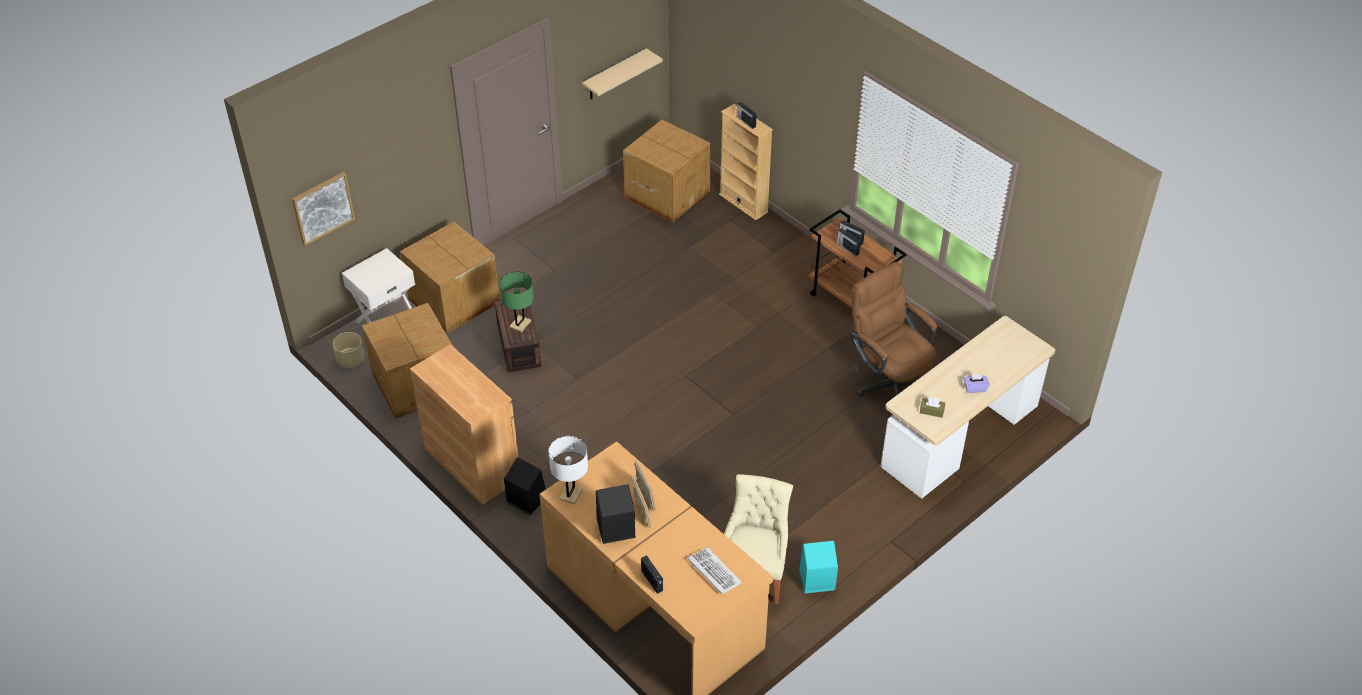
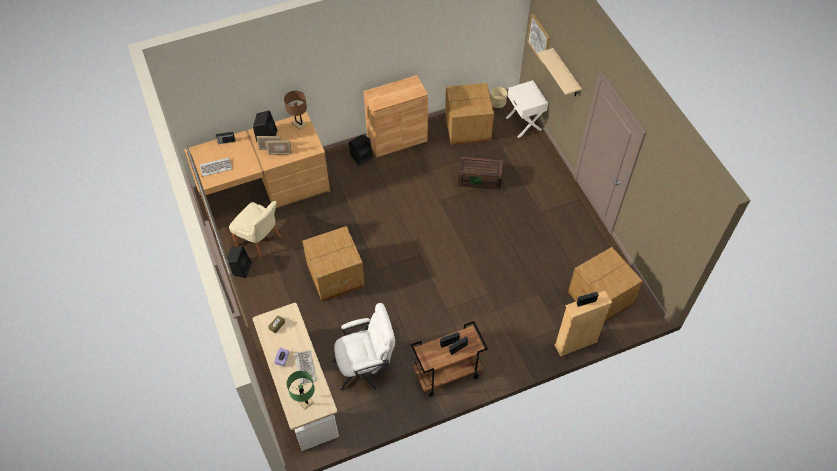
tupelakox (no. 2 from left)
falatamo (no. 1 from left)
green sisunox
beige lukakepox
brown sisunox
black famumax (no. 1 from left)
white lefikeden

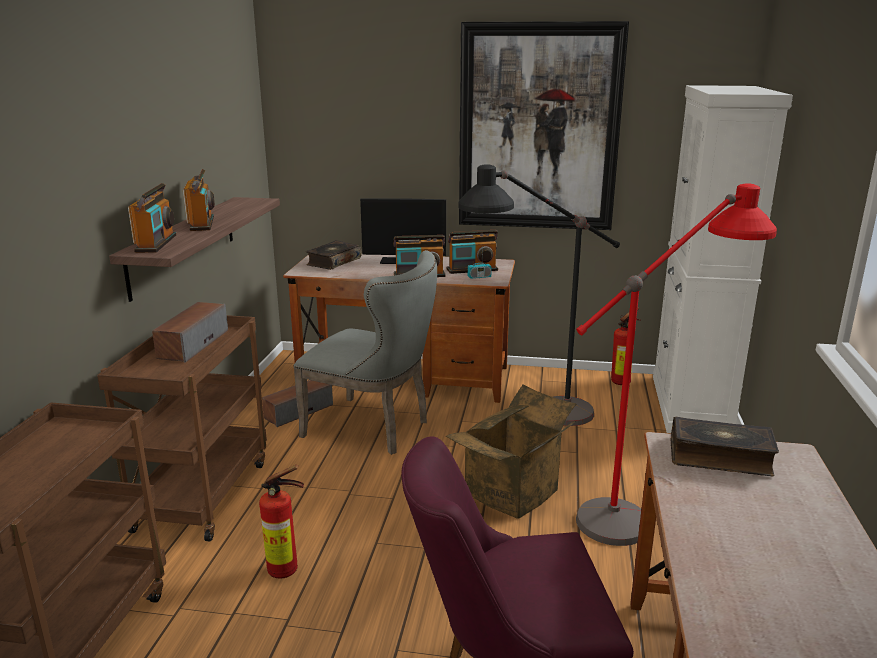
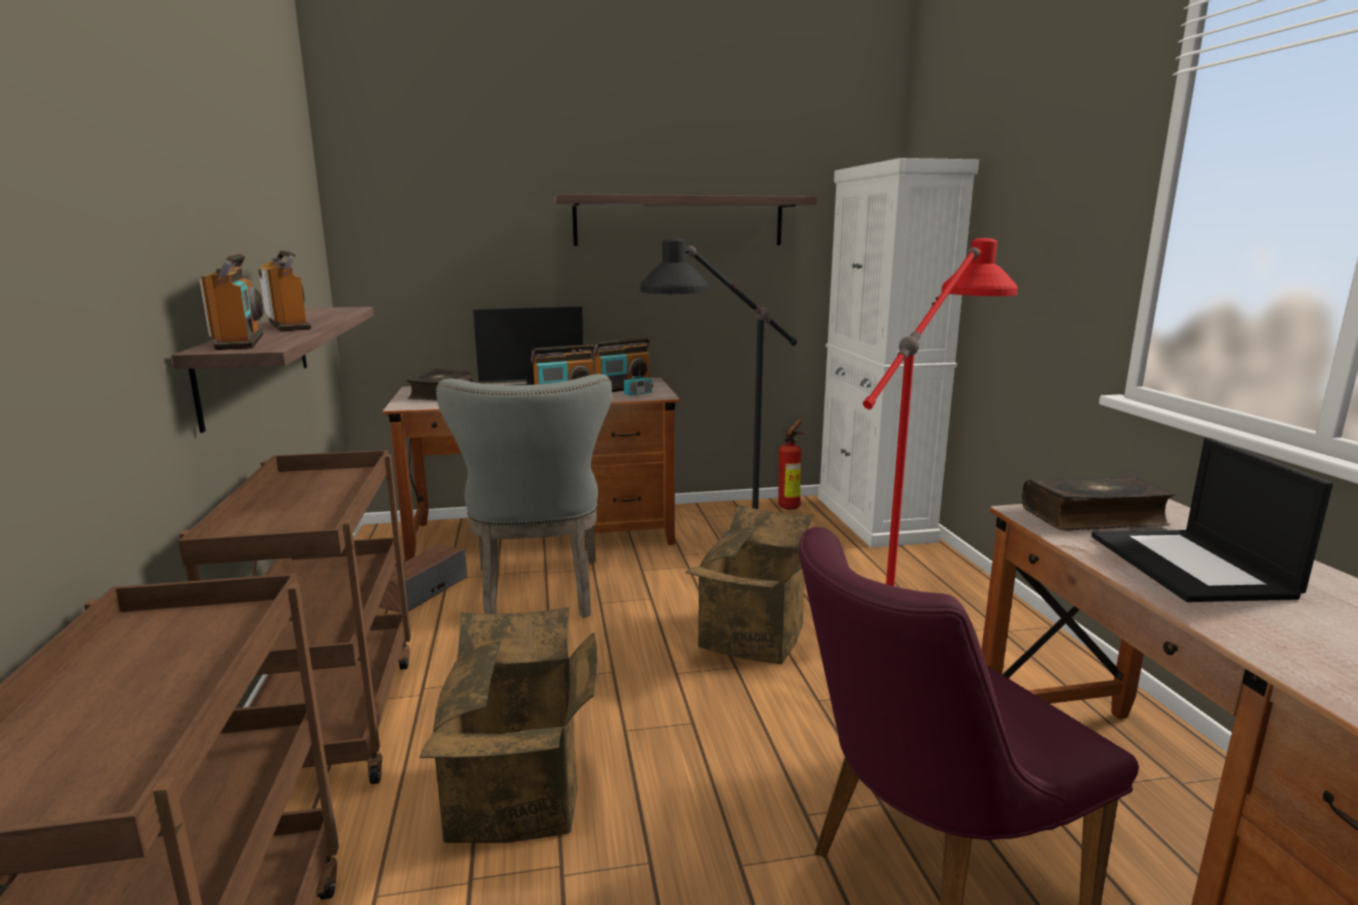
famumax (no. 1 from left in the first image)
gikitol
falatamo (no. 1 from left)
lukakepox (no. 2 from left)
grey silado

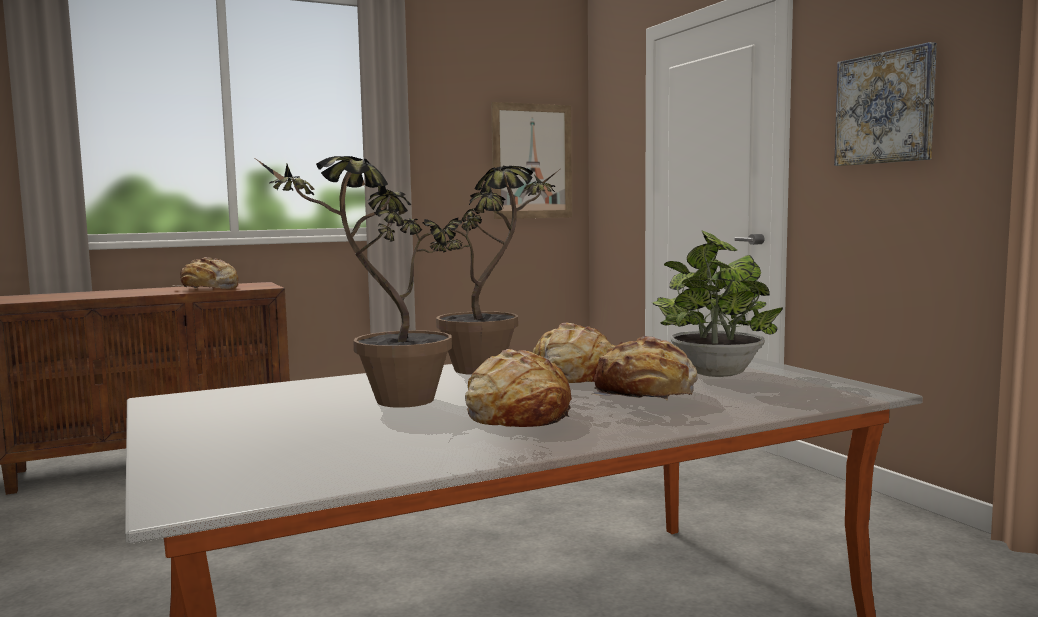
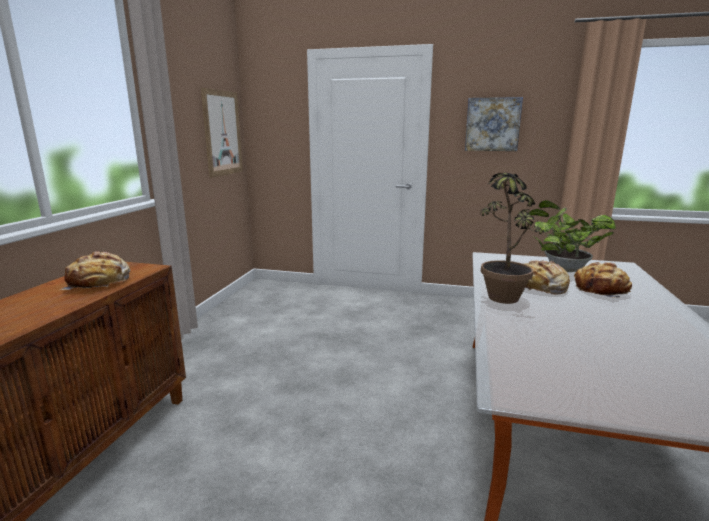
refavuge (no. 1 from left in the first image)
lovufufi (no. 2 from left in the first image)

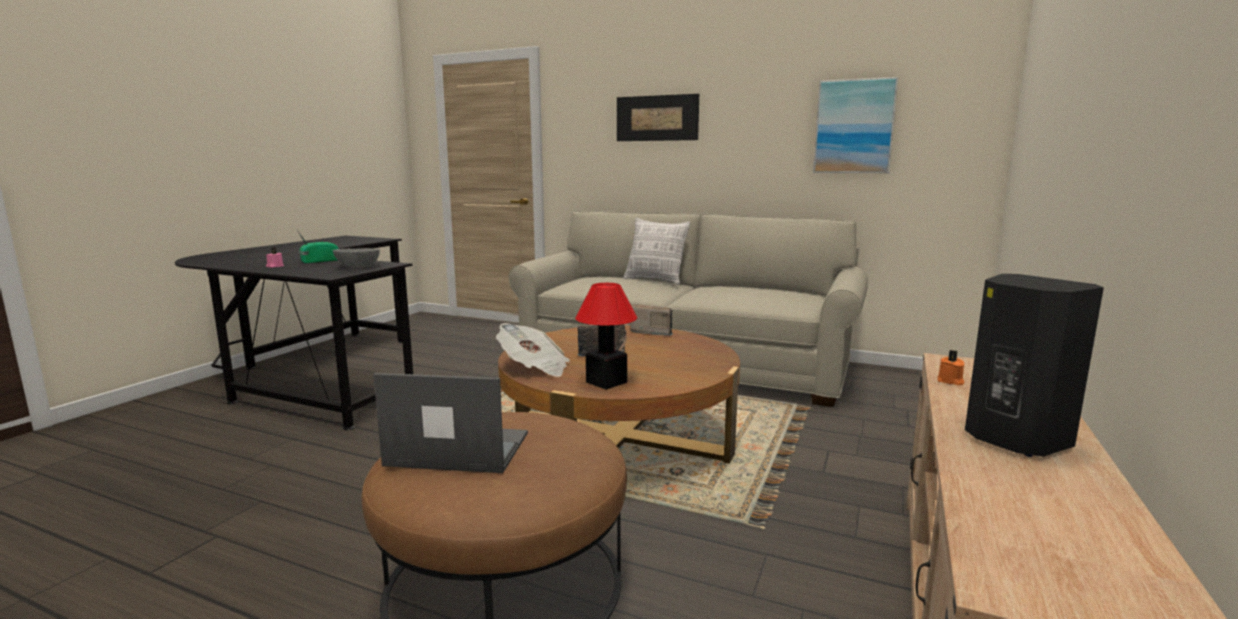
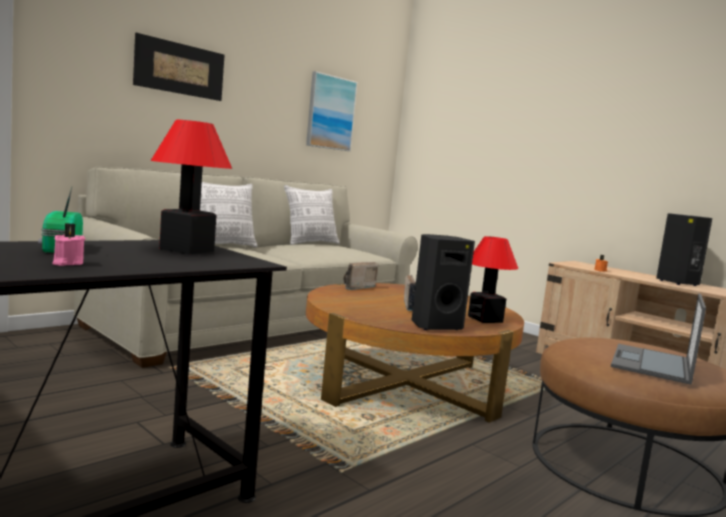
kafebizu (no. 2 from left)
sisunox (no. 1 from left)
black famumax (no. 1 from left)

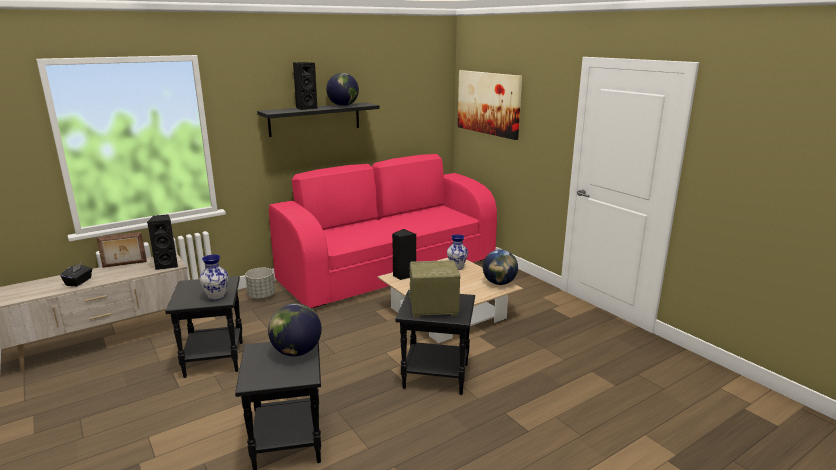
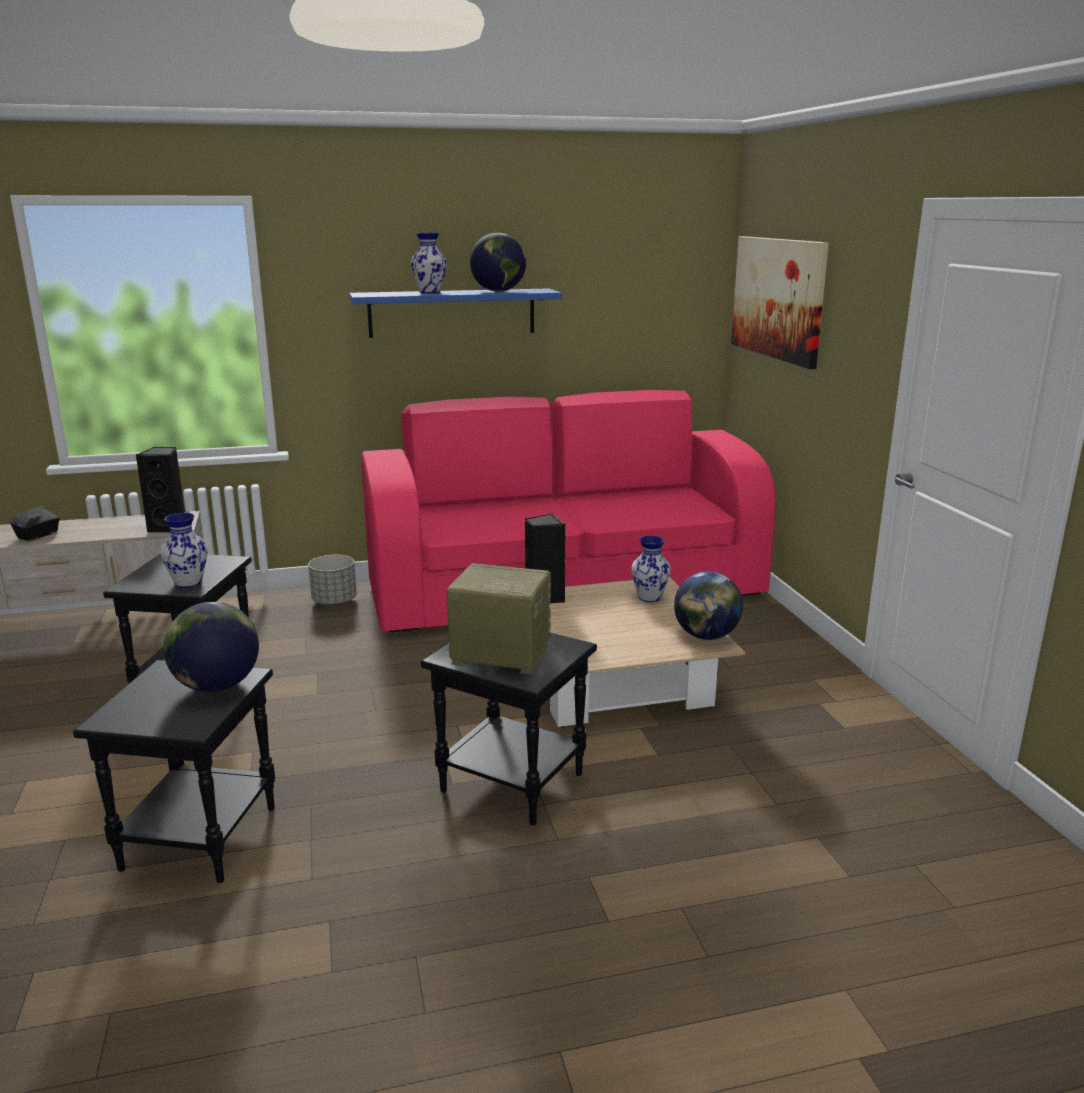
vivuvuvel
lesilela (no. 2 from left)
blue lukakepox

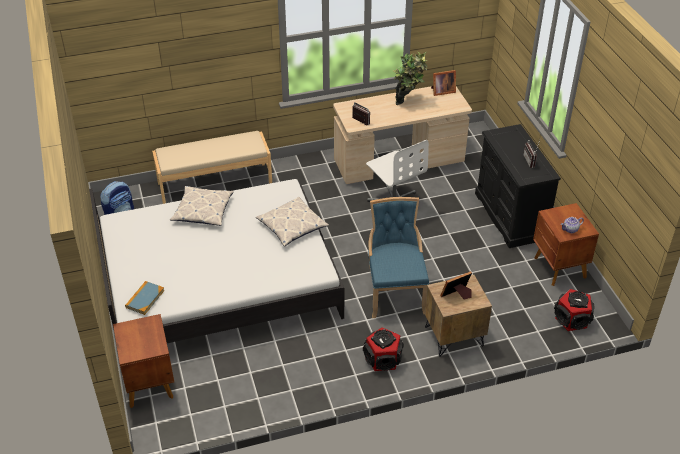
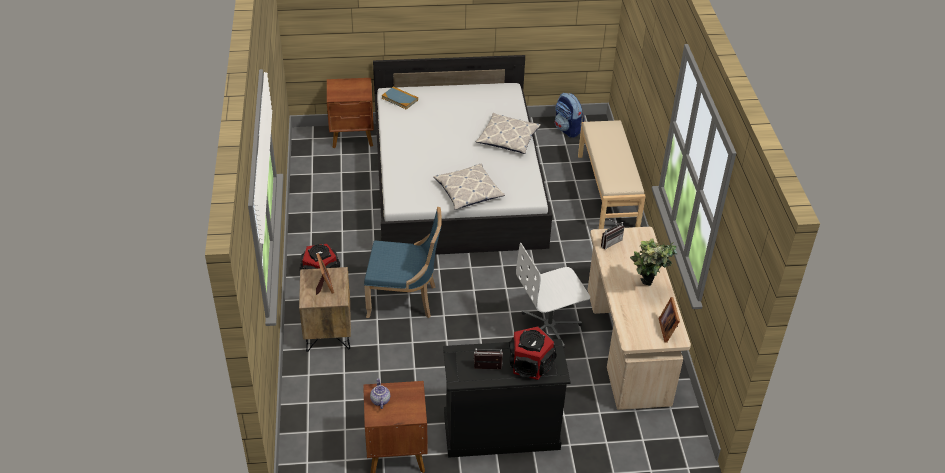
famumax (no. 2 from left)

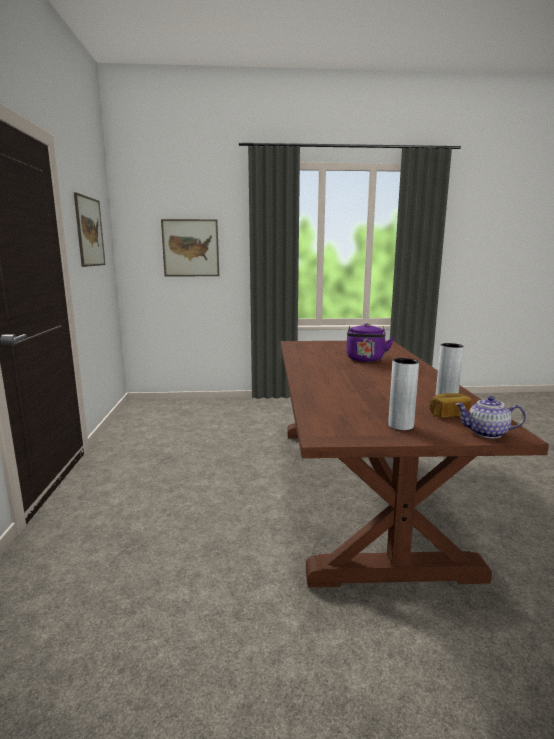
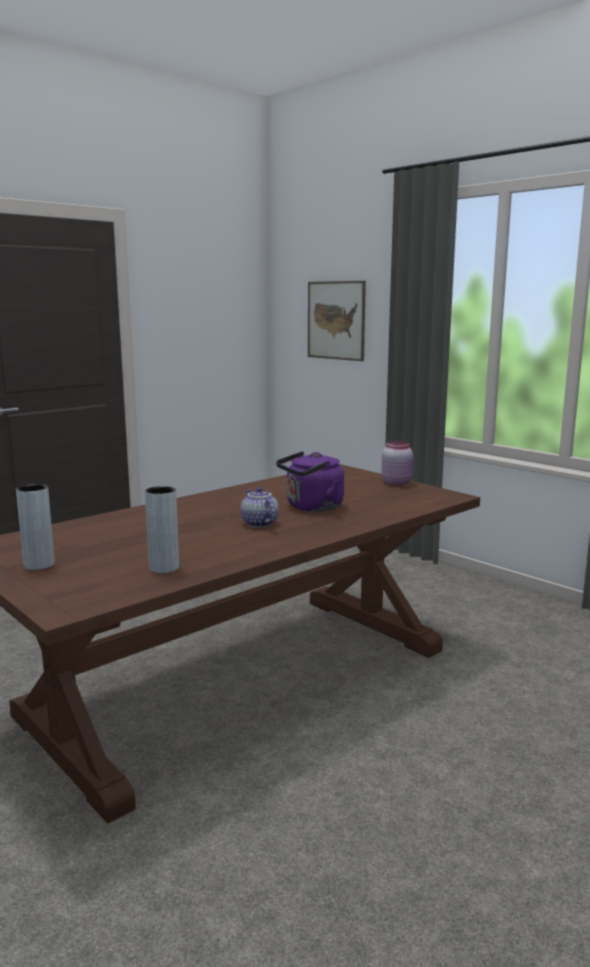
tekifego (no. 1 from left in the first image)
lovufufi
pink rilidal
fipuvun

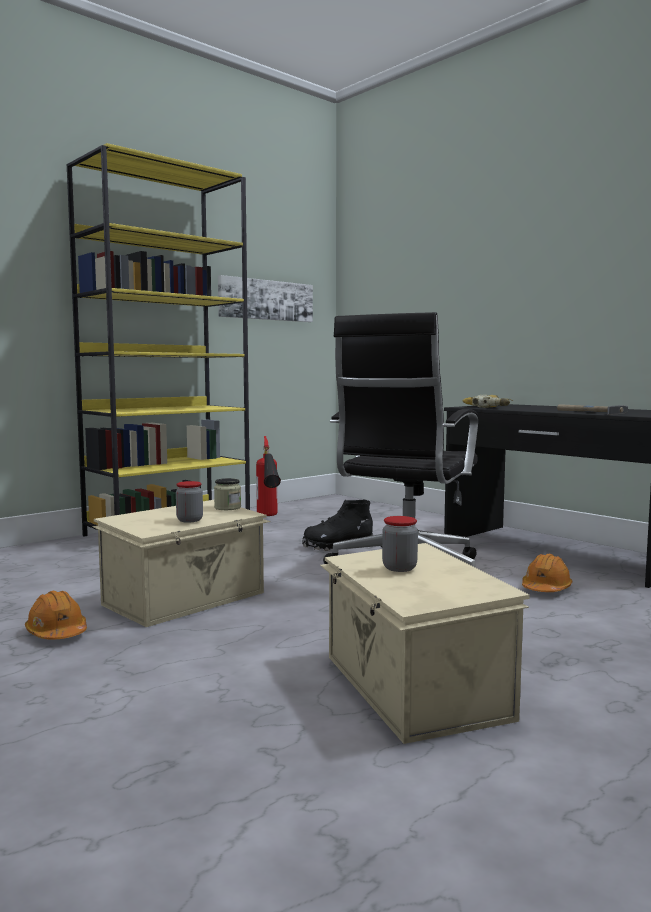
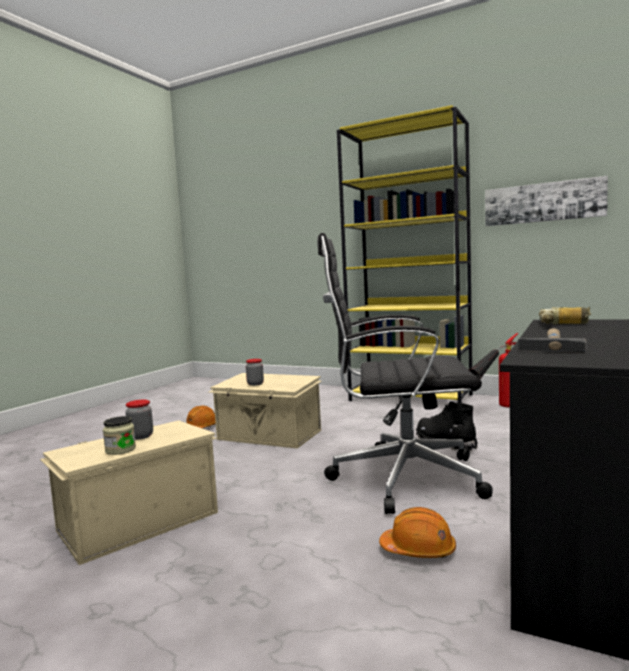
rilidal (no. 1 from left)

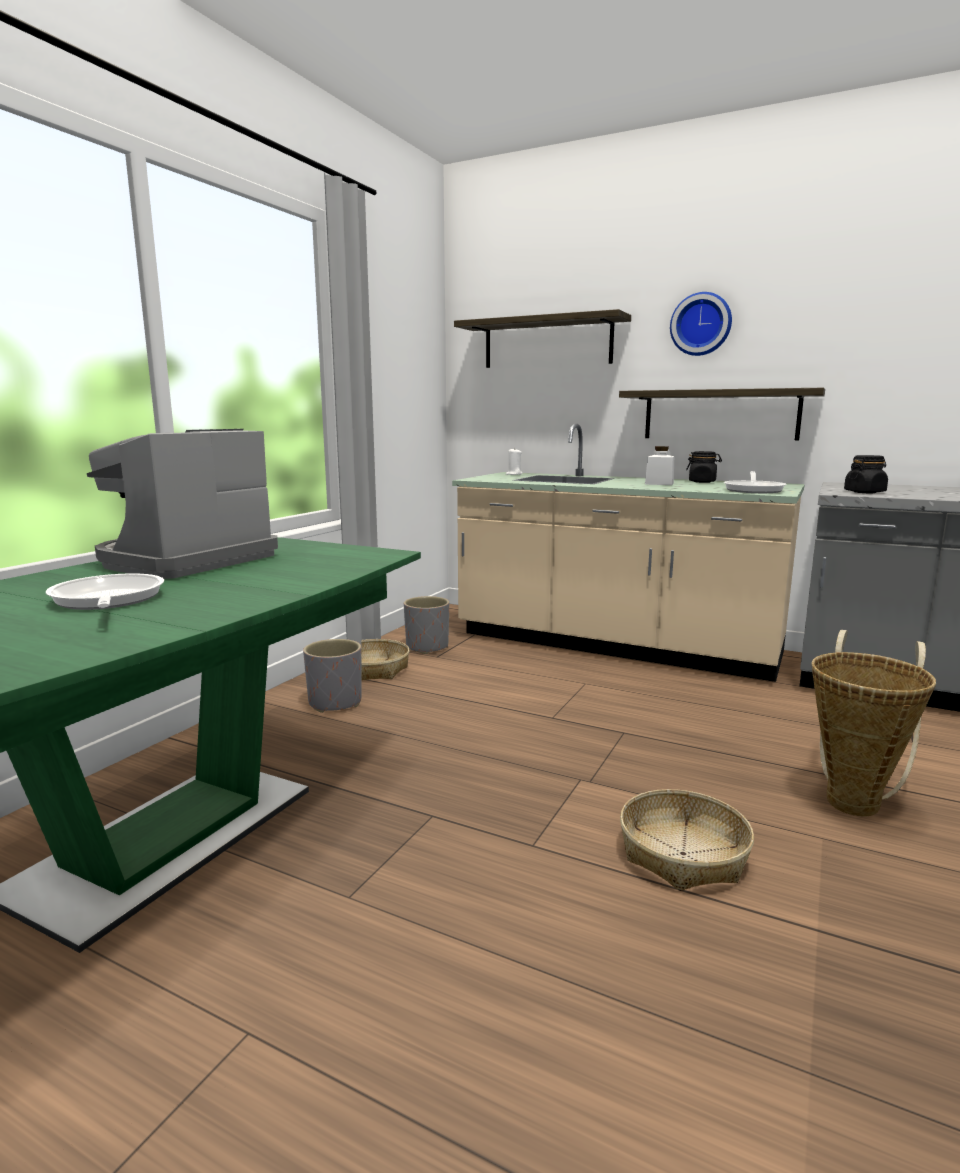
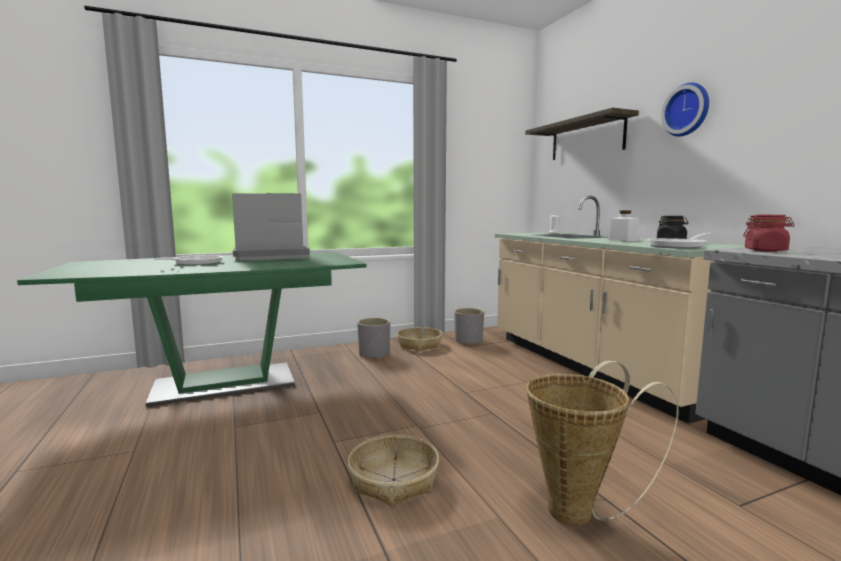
lukakepox (no. 2 from left in the first image)
red rilidal

